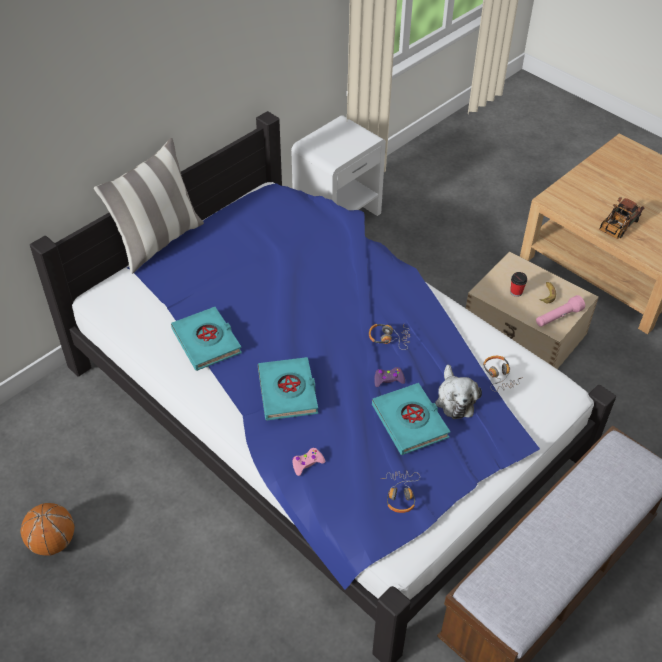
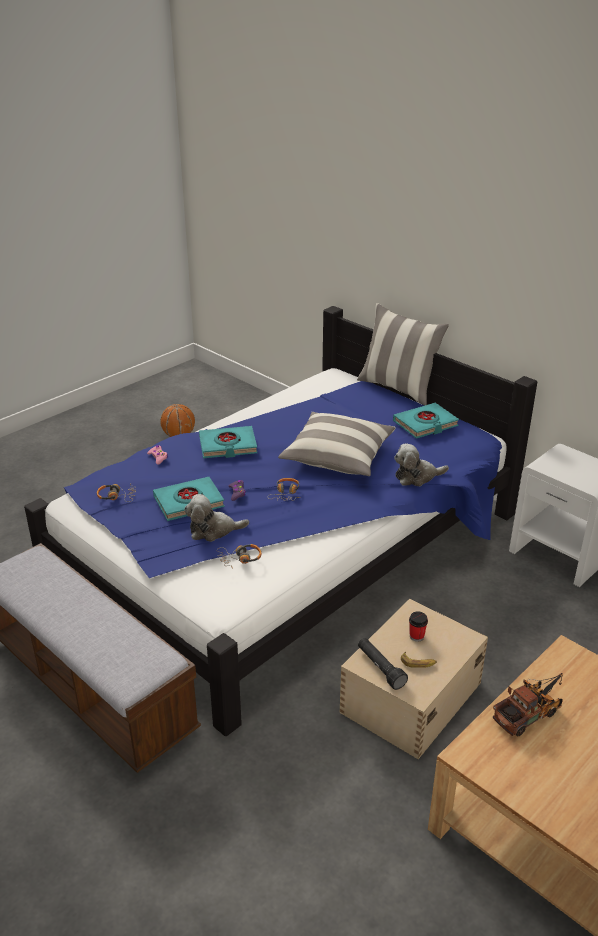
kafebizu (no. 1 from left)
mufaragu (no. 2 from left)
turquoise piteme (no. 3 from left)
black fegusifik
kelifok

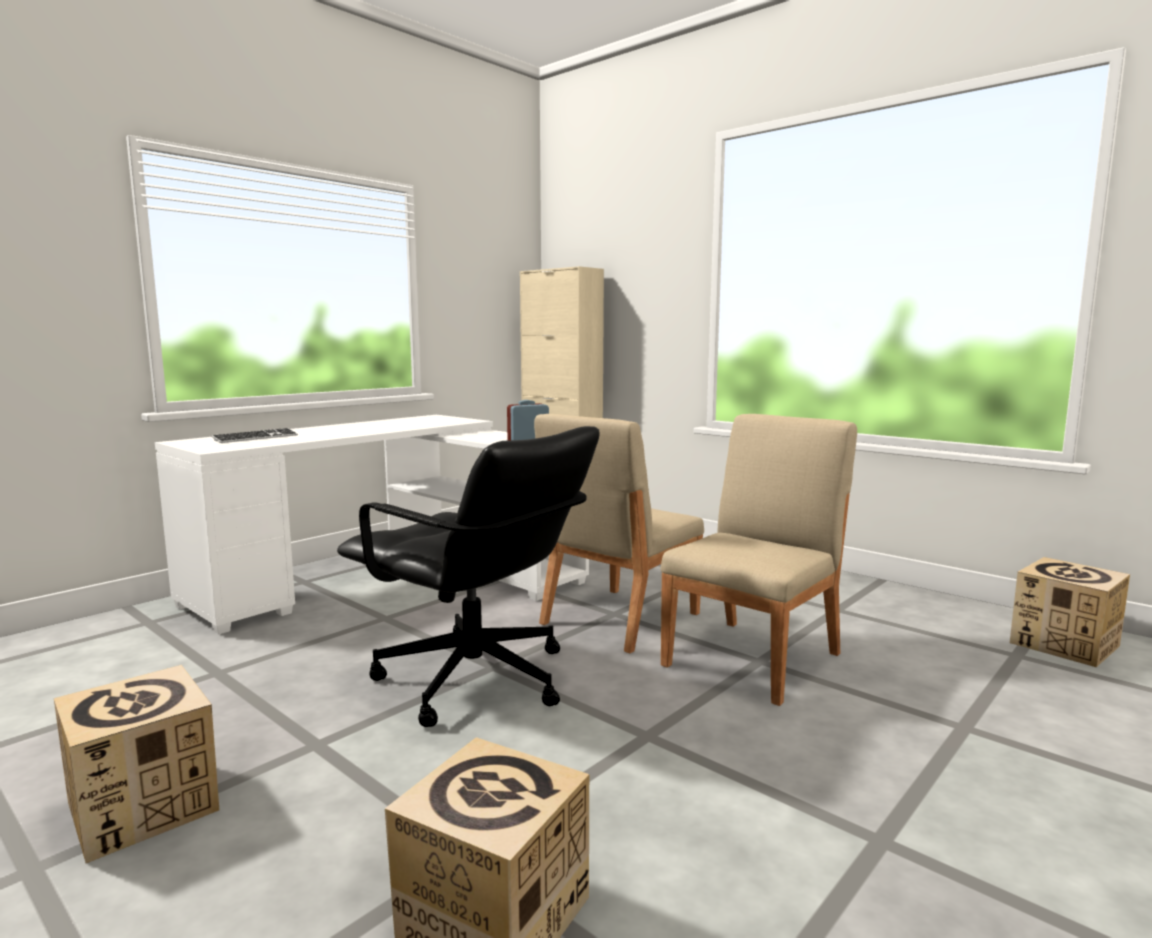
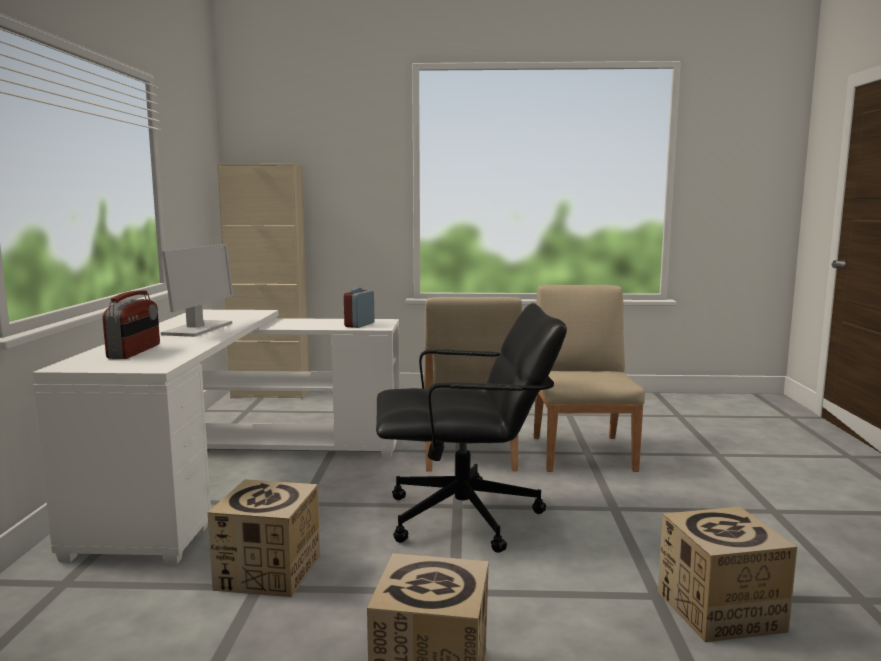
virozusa
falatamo (no. 1 from left)
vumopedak

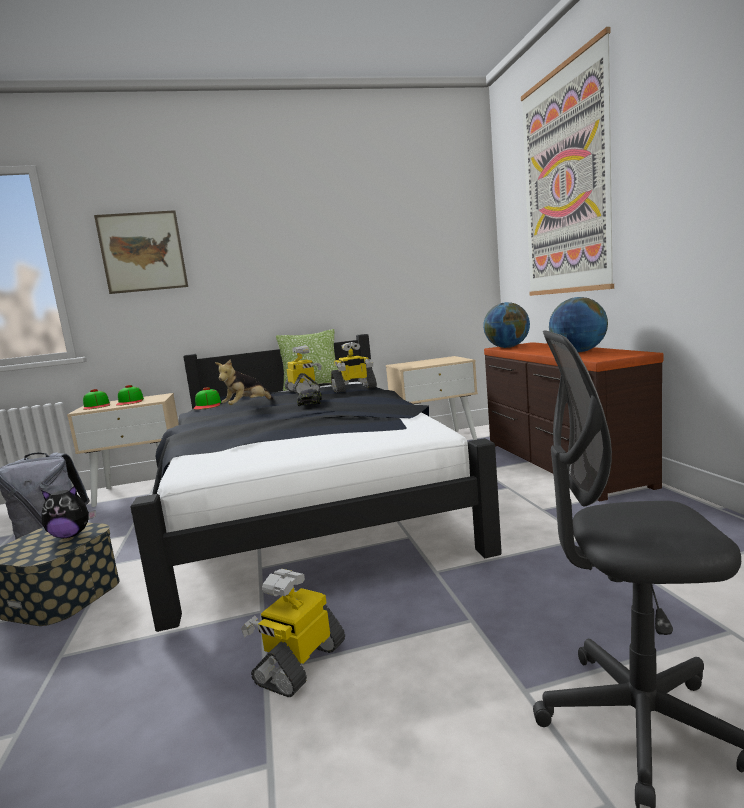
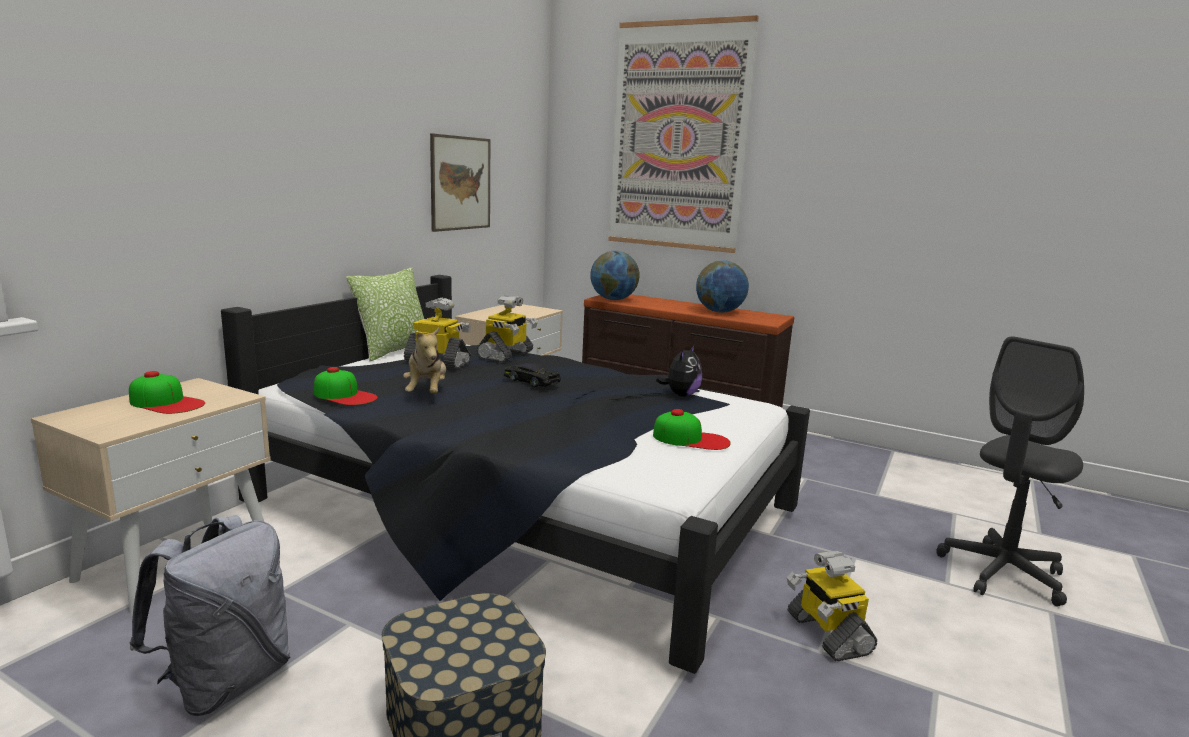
mufaragu (no. 2 from left)
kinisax (no. 3 from left)
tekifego (no. 1 from left)

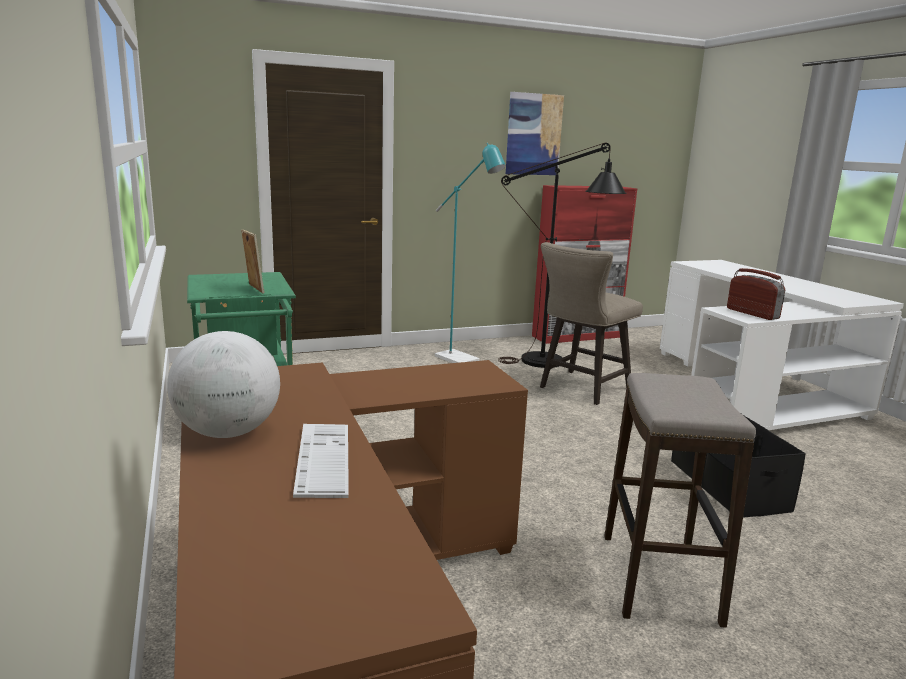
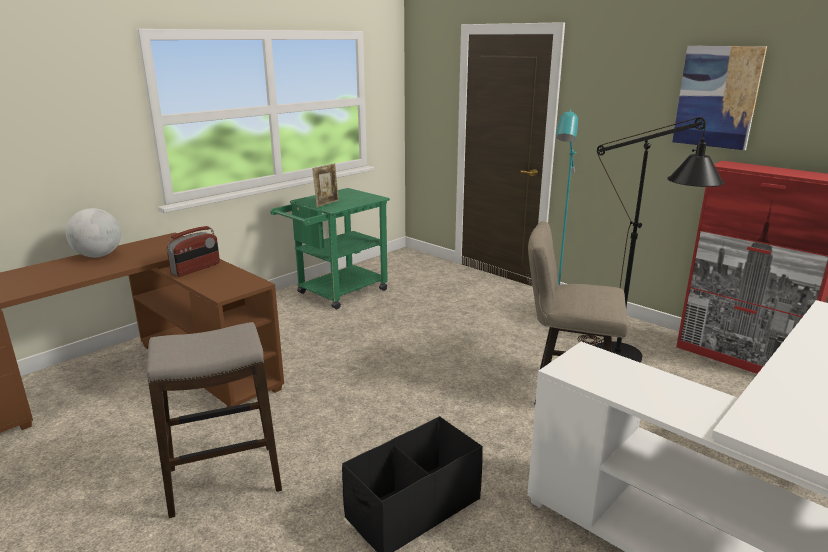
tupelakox
vumopedak

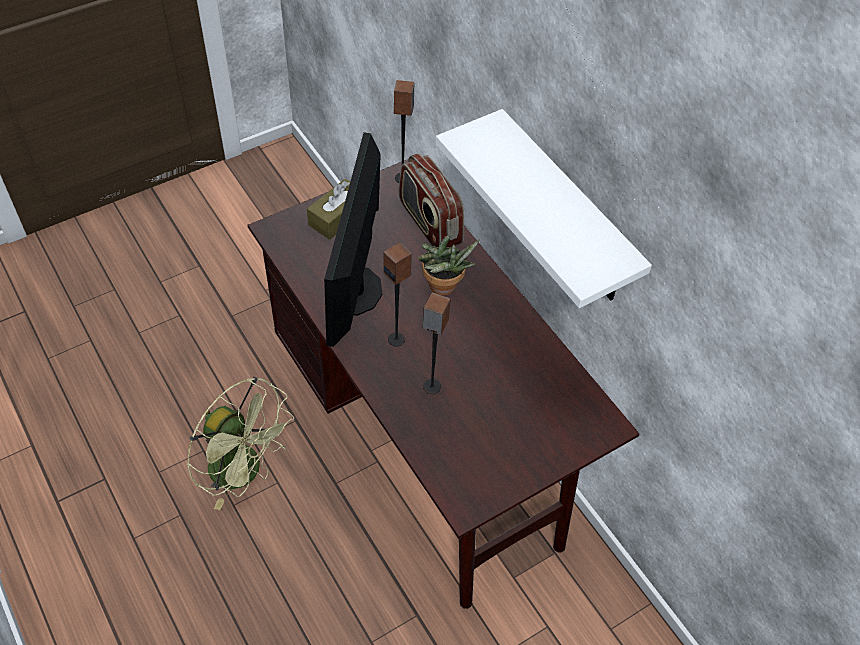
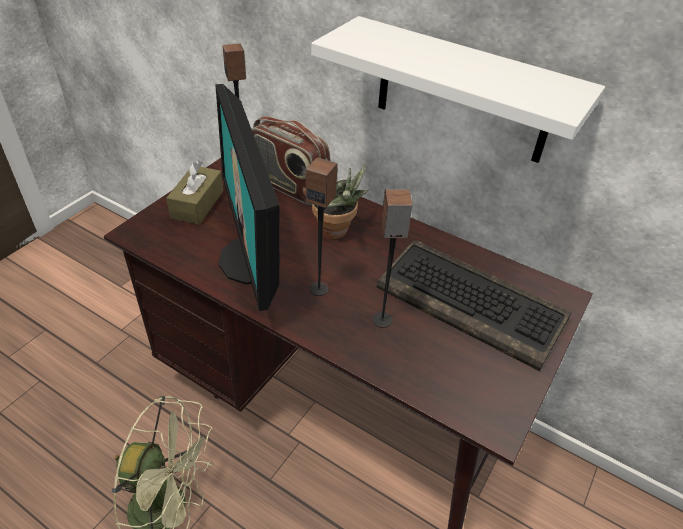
tupelakox

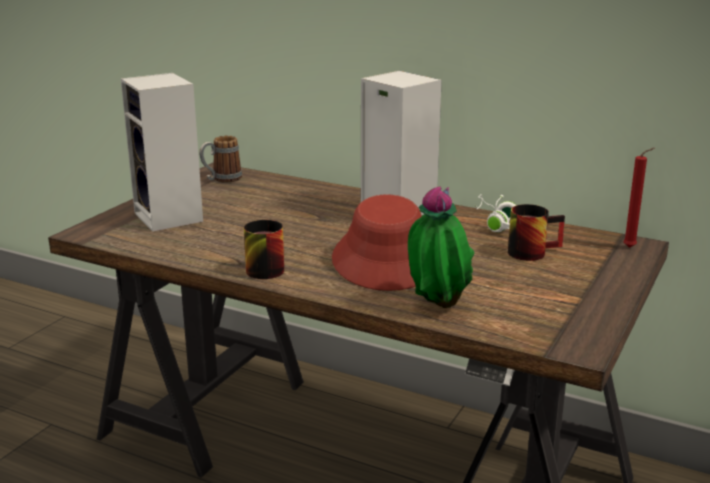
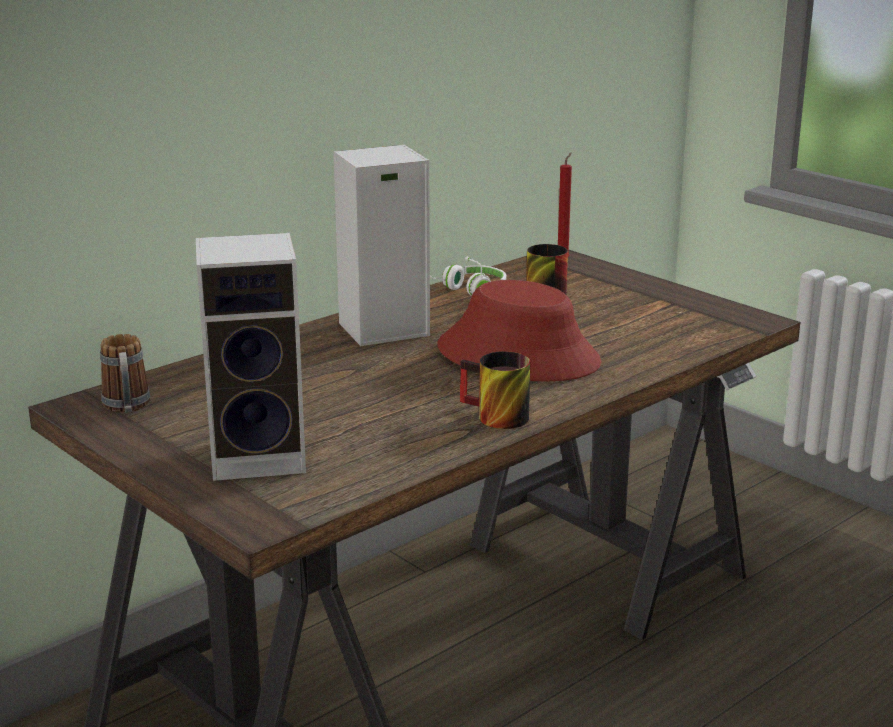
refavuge

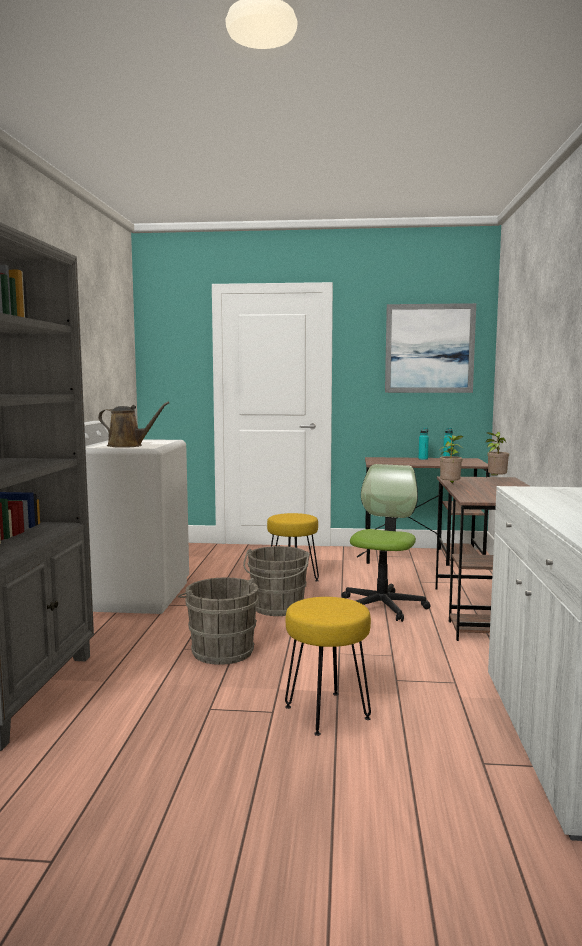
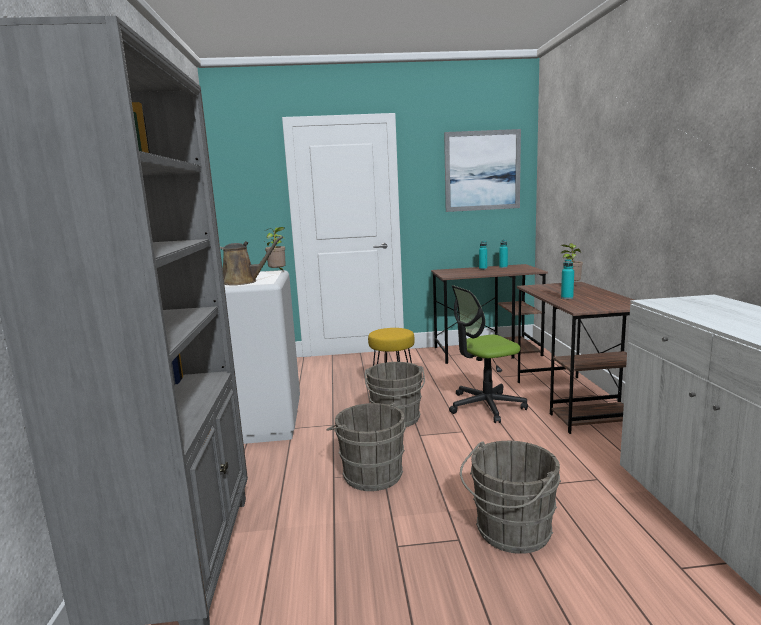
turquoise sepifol (no. 3 from left)
refavuge (no. 1 from left)
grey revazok (no. 3 from left)
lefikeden

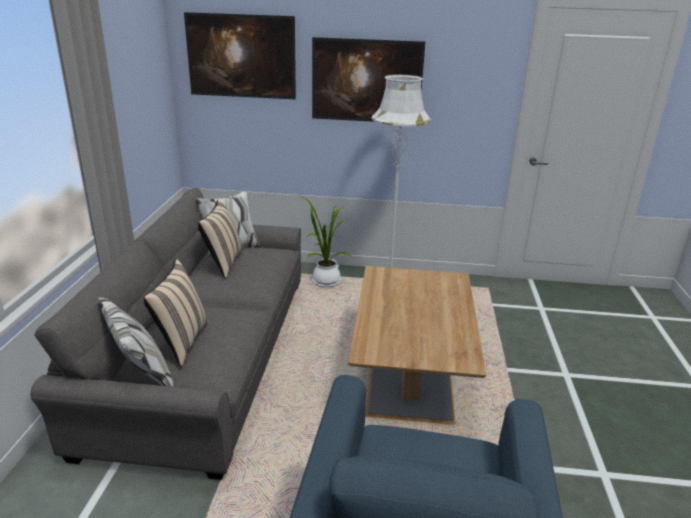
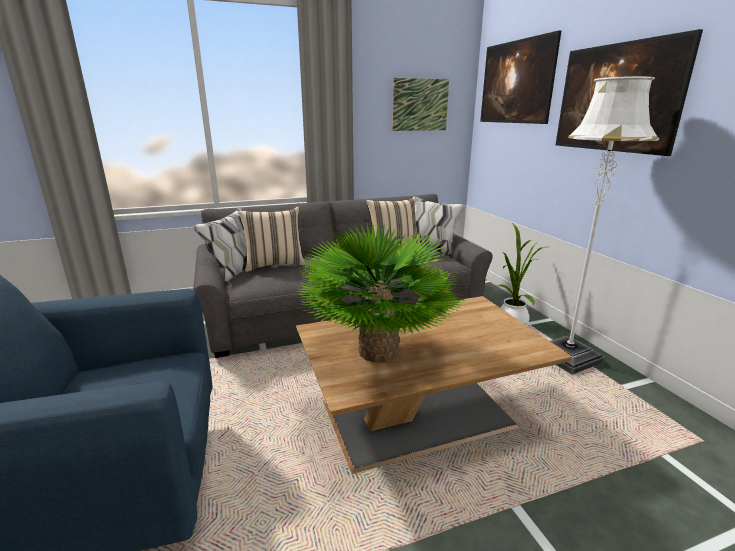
refavuge (no. 1 from left)
tekifego (no. 1 from left)

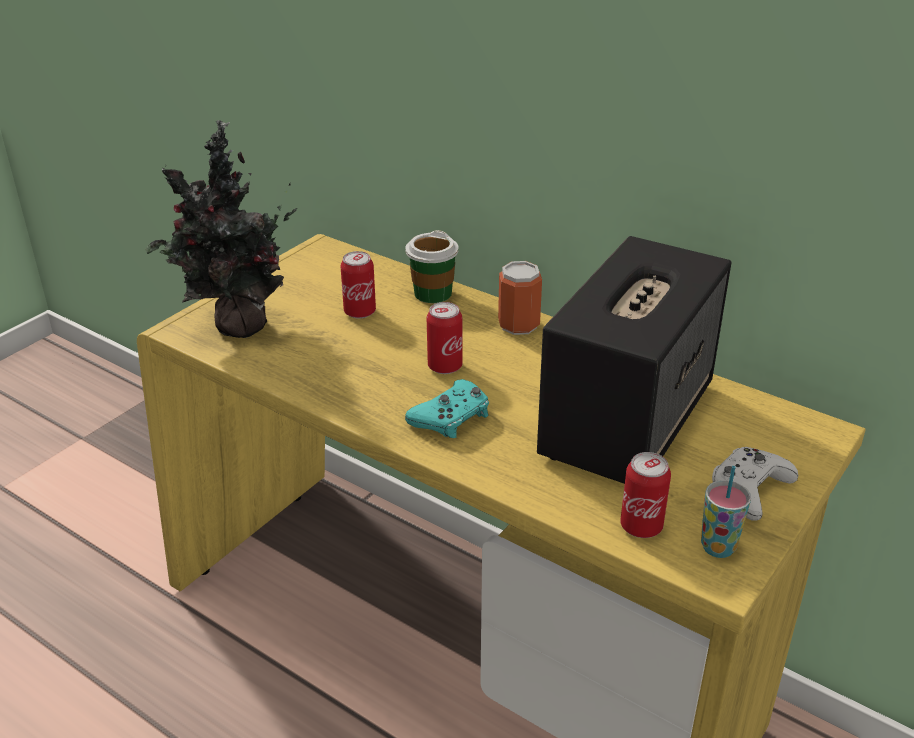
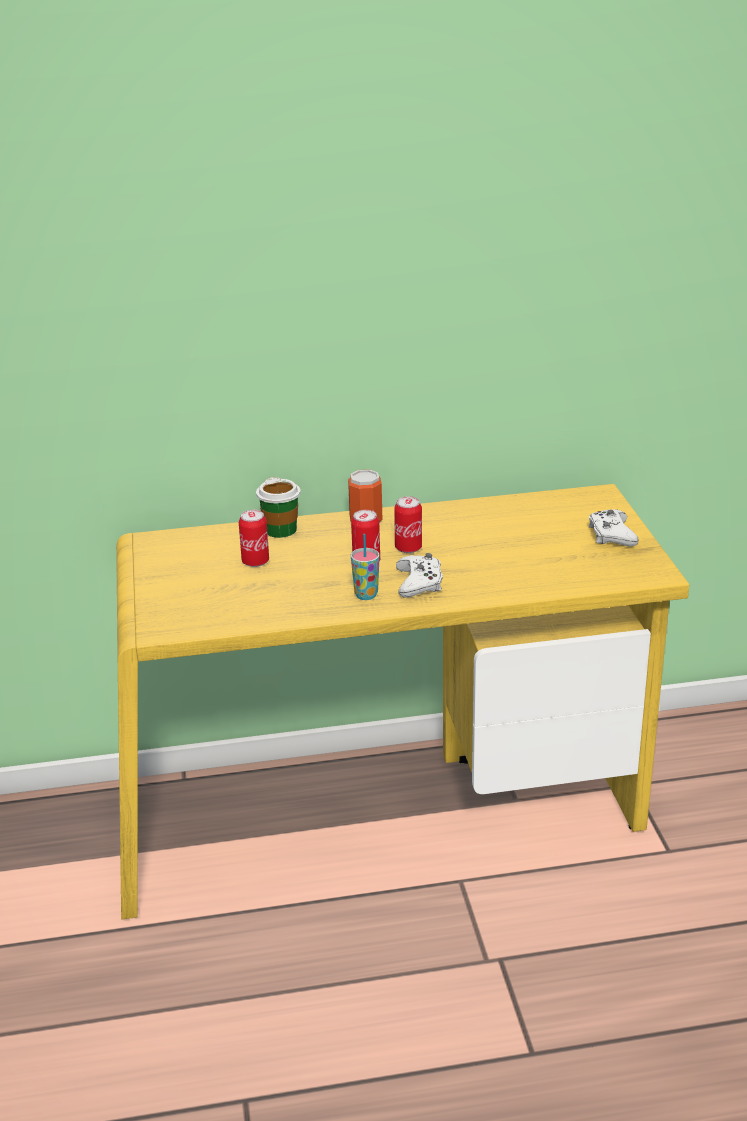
refavuge
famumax
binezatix (no. 4 from left)
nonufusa (no. 2 from left)
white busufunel (no. 1 from left)

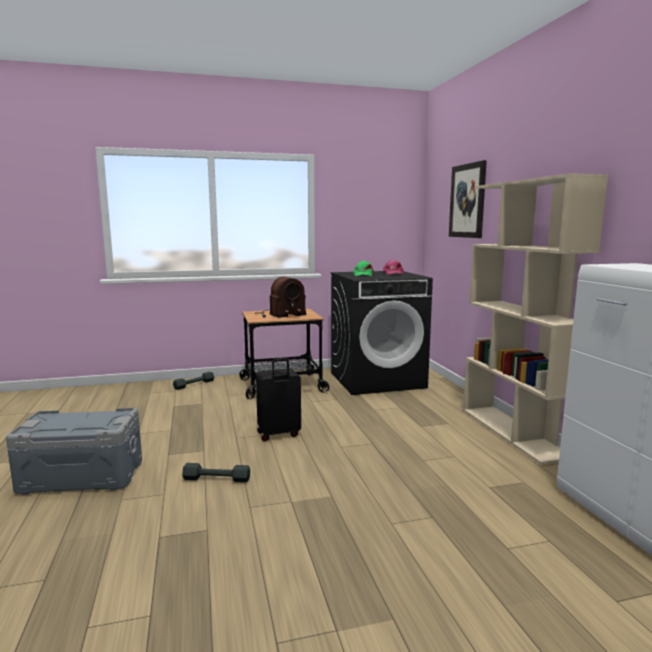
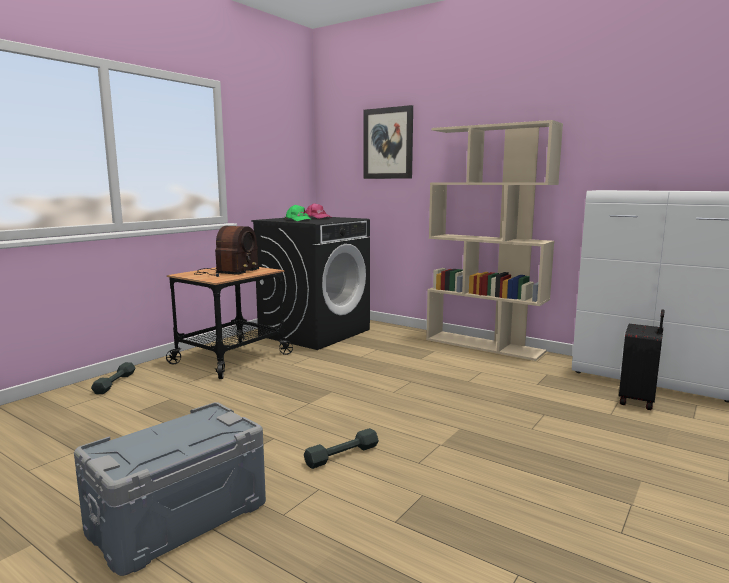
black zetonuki

